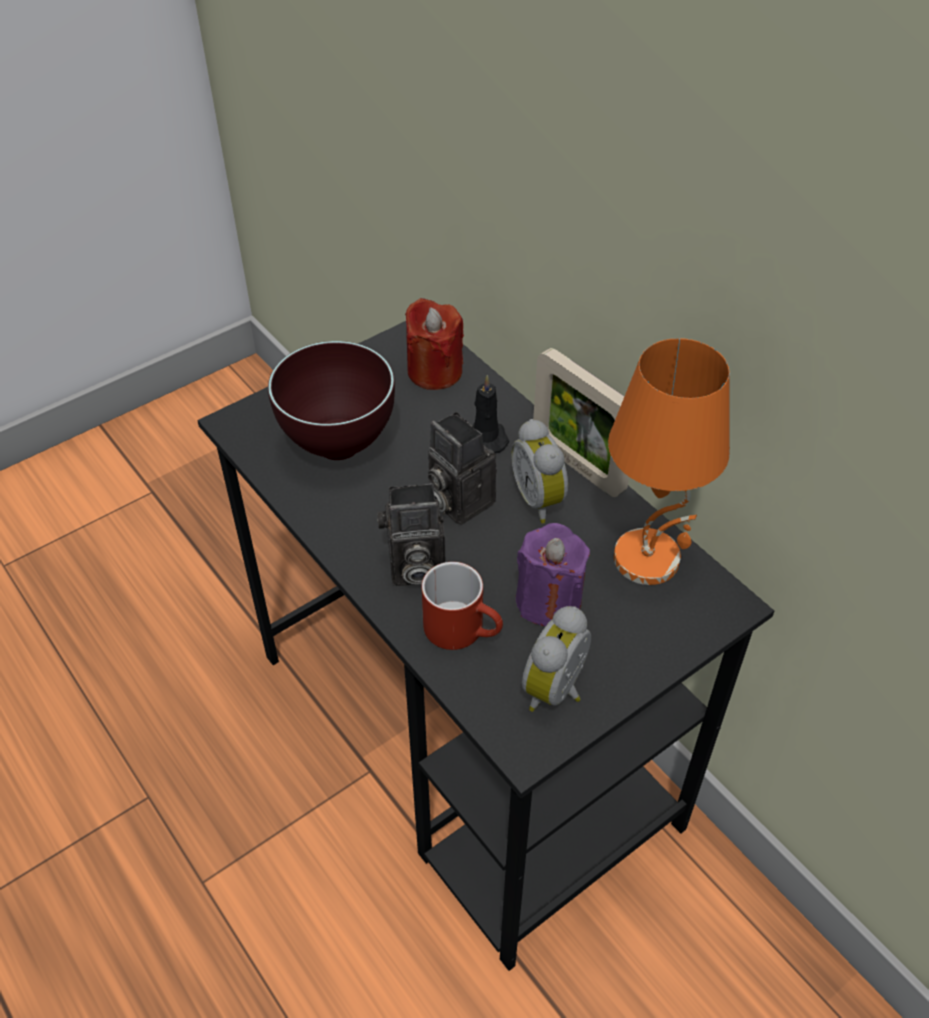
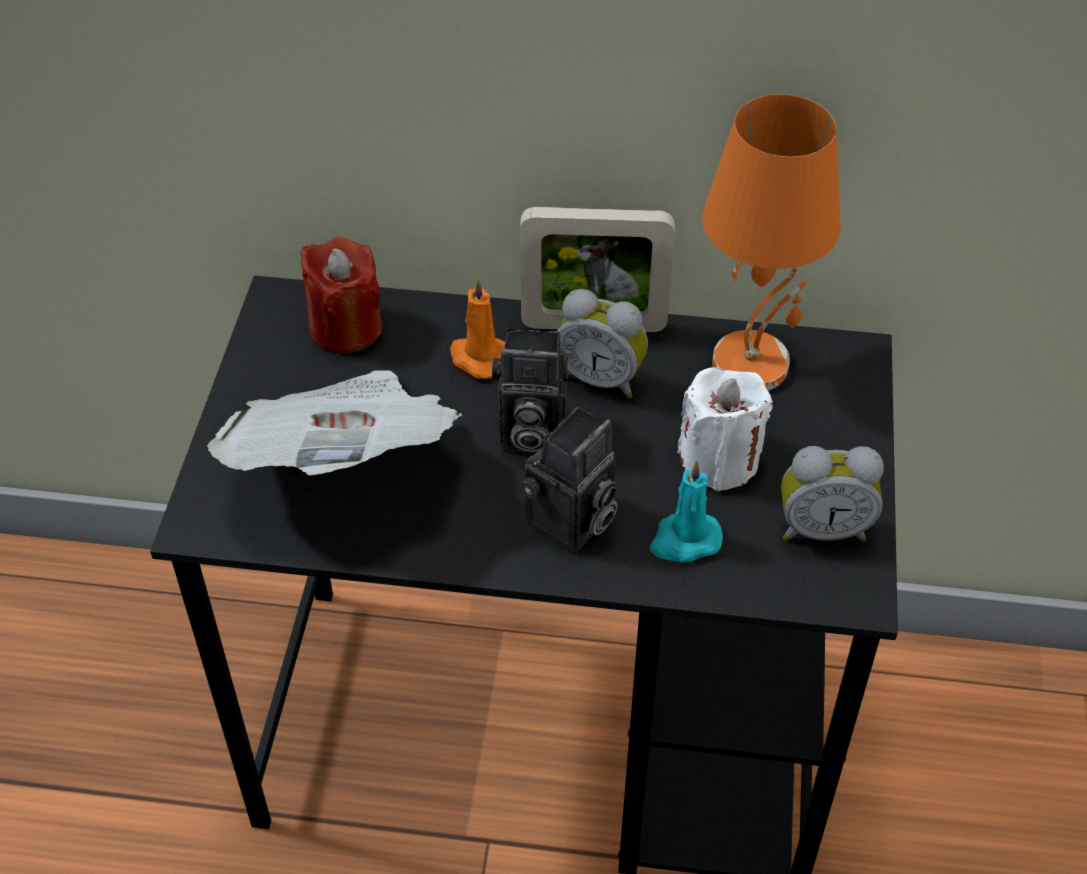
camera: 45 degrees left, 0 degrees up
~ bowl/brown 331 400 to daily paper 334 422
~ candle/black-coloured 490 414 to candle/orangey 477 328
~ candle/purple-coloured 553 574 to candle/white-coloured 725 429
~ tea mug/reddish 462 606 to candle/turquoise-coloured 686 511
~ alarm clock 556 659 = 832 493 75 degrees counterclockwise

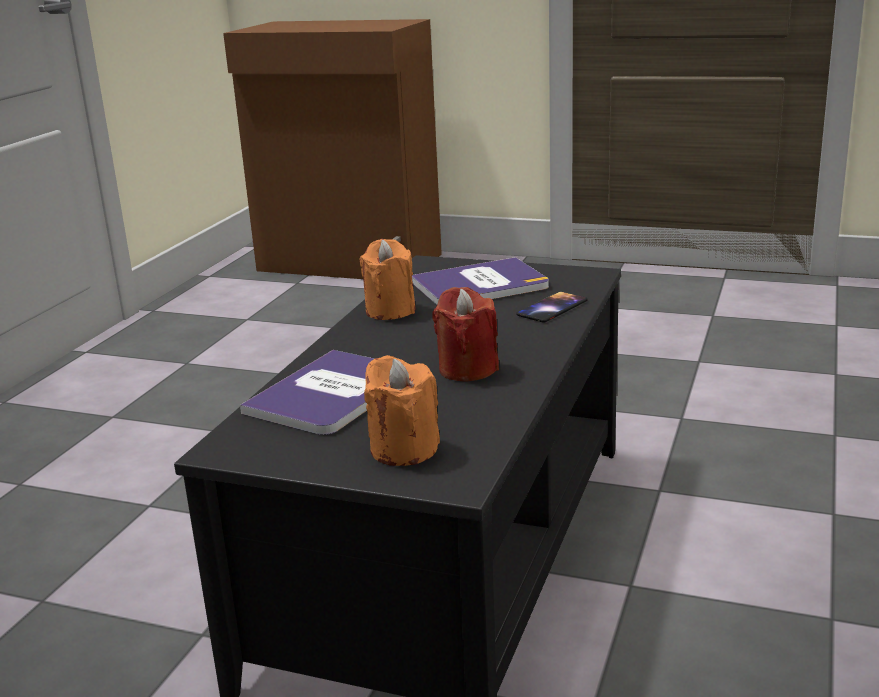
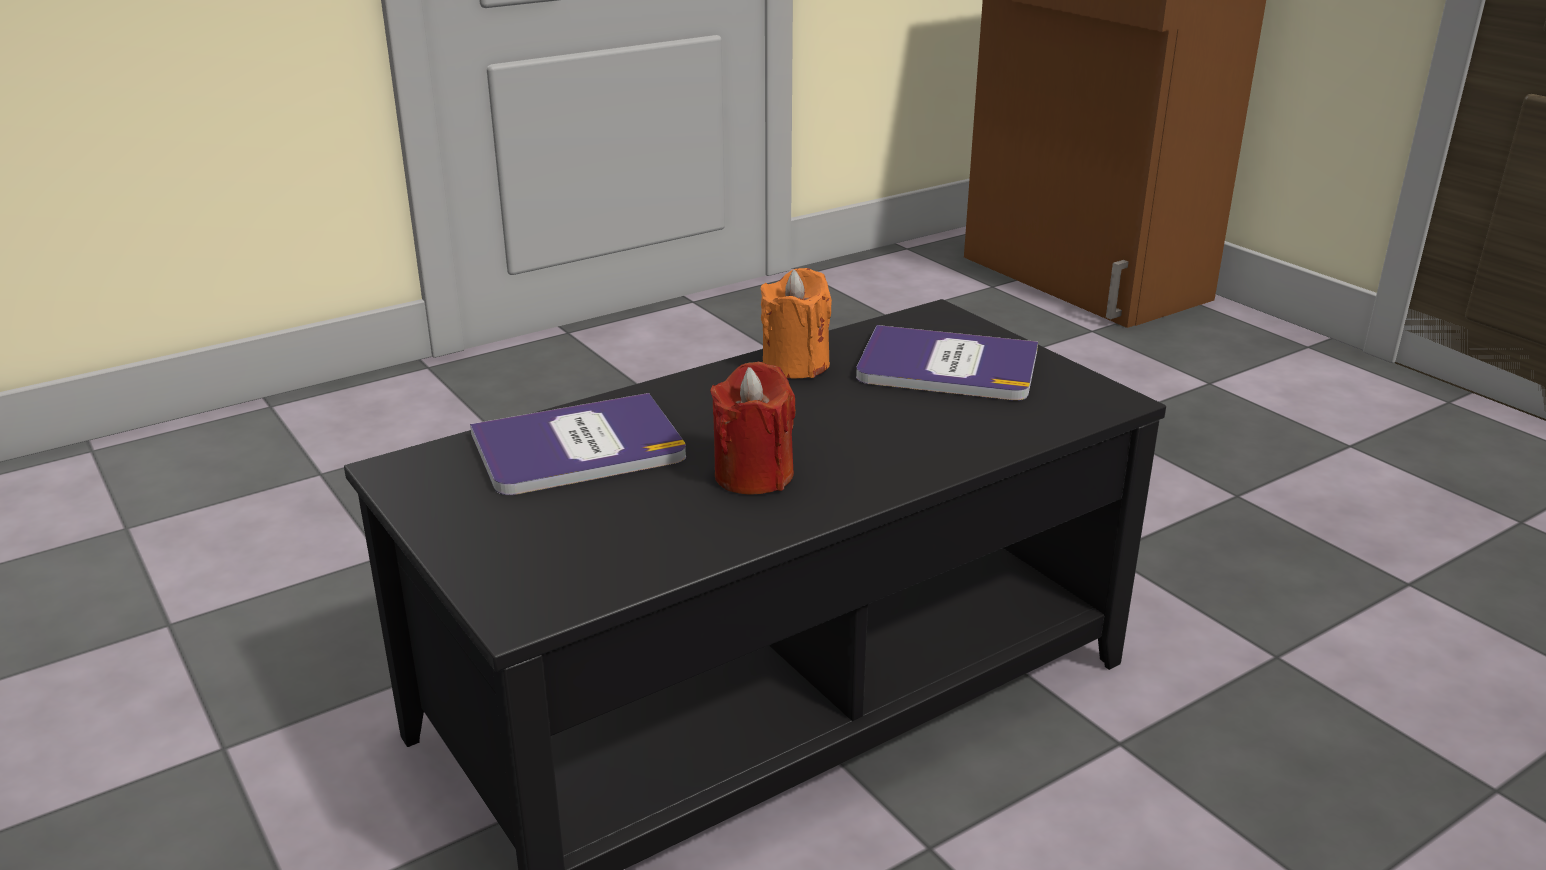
camera: 35 degrees right, 5 degrees up
- handset 551 307
- candle/orangey 402 410

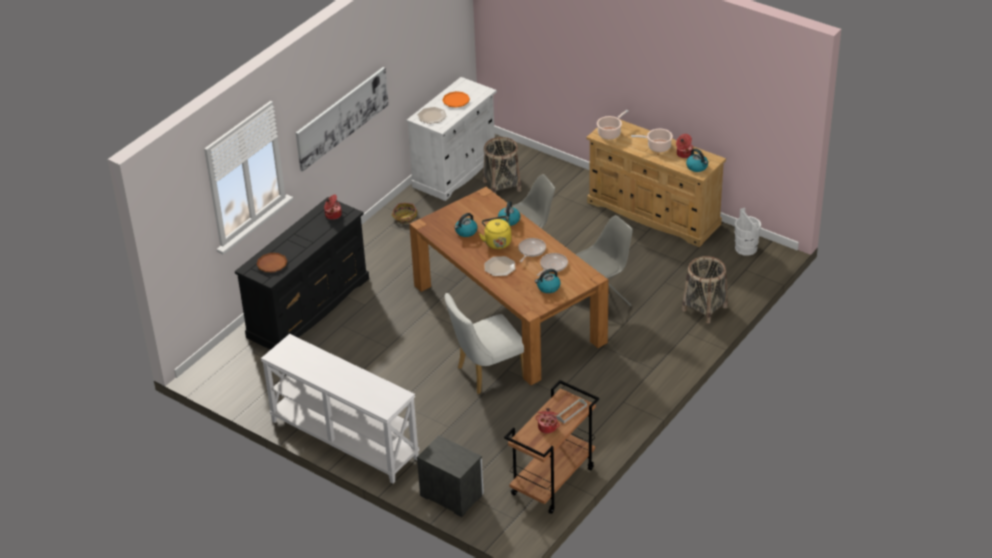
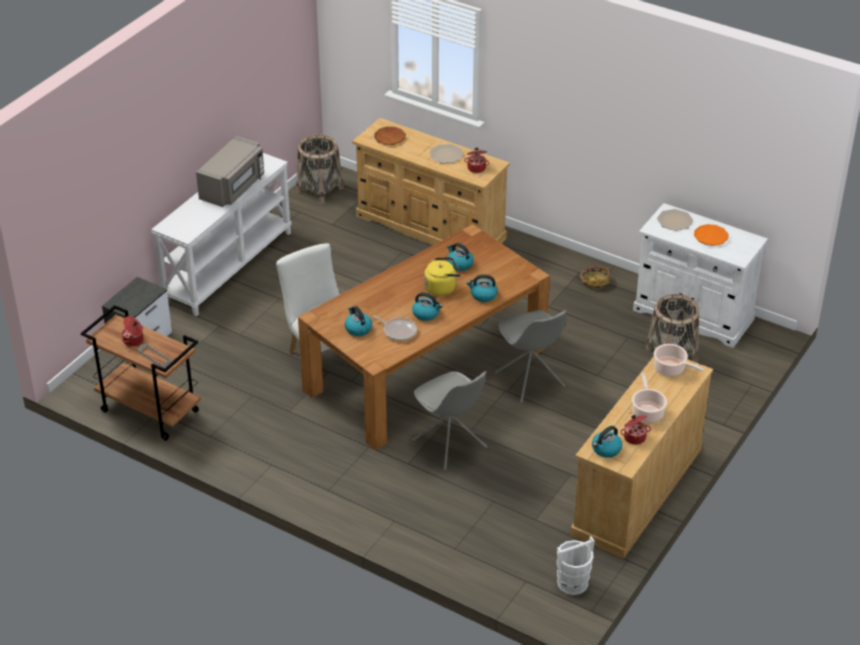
camera: 85 degrees right, 0 degrees up
- wall picture 342 119
~ chest of drawers/black-coloured 302 273 to chest of drawers/beige-coloured 431 181
~ skillet 532 250 to kettle 427 306
~ dinner plate 500 266 to 446 153
~ basket 705 290 to 320 169
+ microwave/greyish 230 171

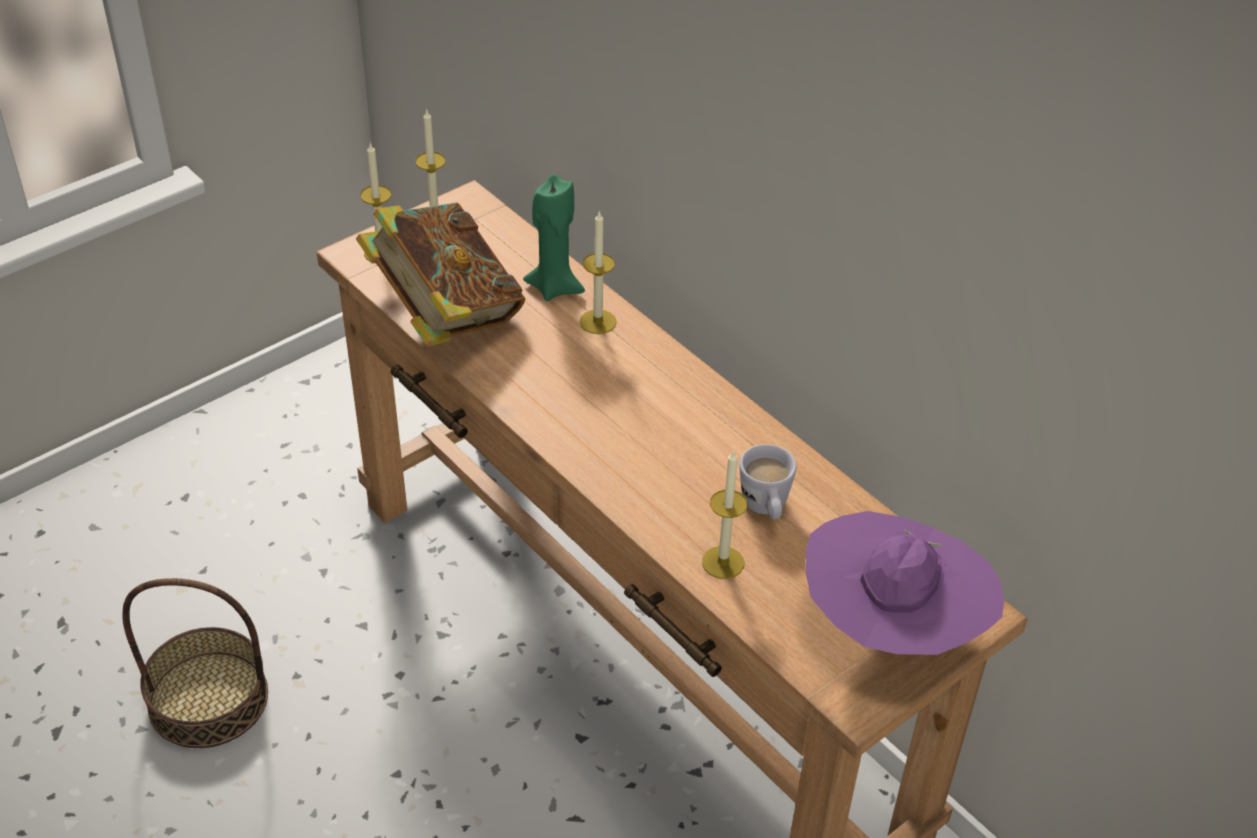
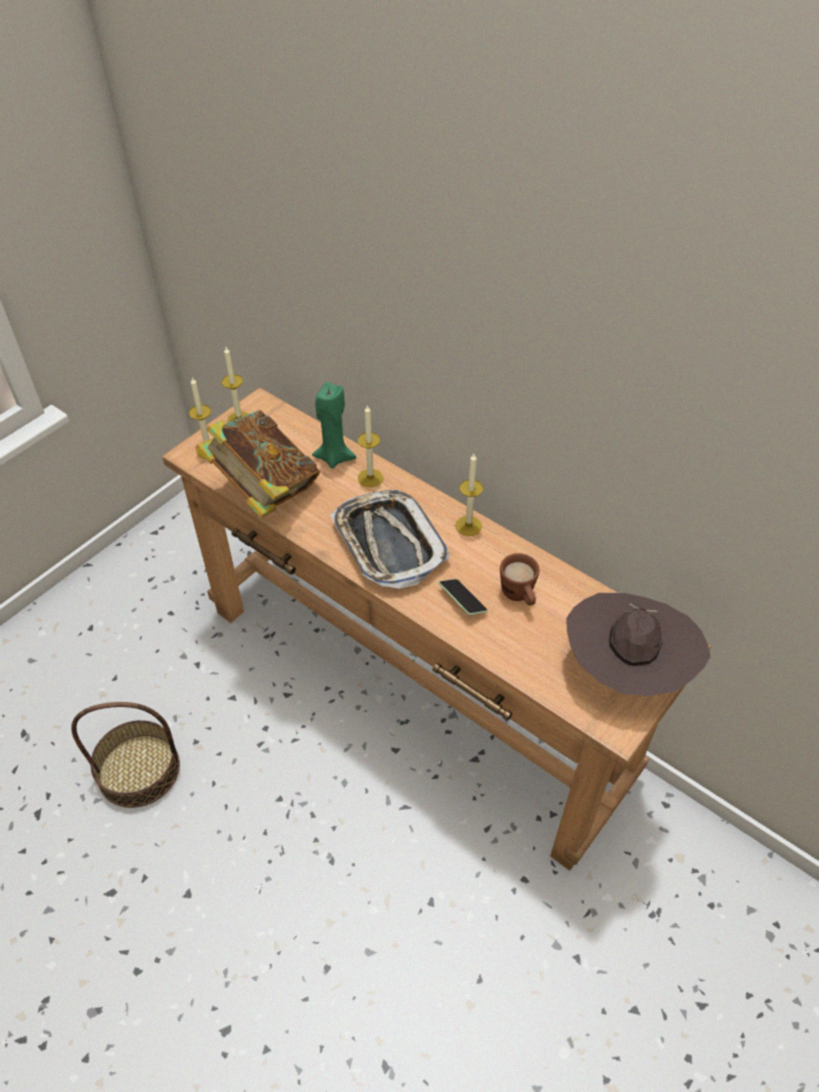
camera: 10 degrees left, 5 degrees up
~ tea mug/white-coloured 767 481 to tea mug/brown 519 579
~ candle 724 514 to 469 495
~ clothing hat/purple-coloured 905 583 to clothing hat/brown 638 644
+ carrying tray 390 539
+ handset 463 597

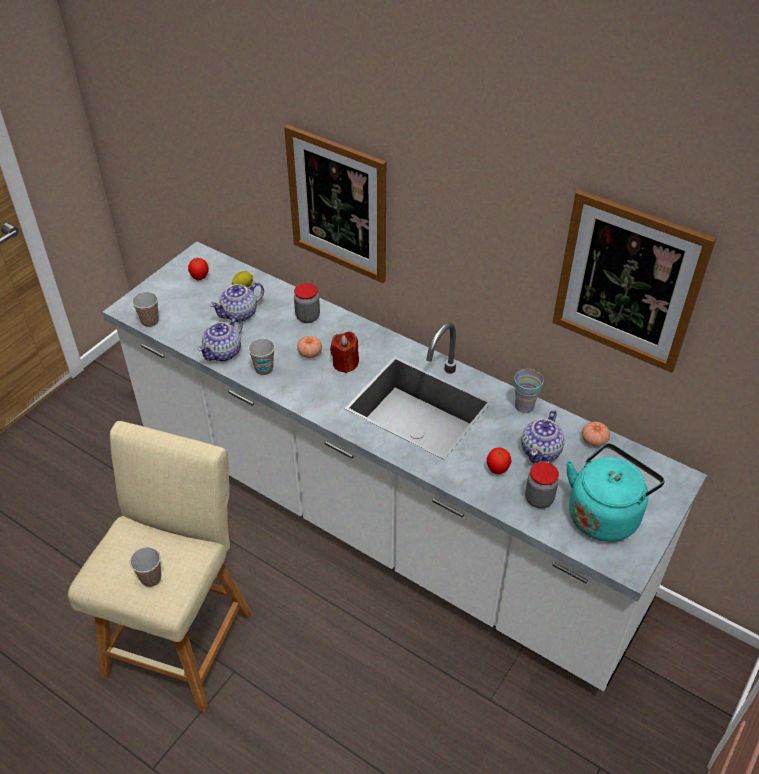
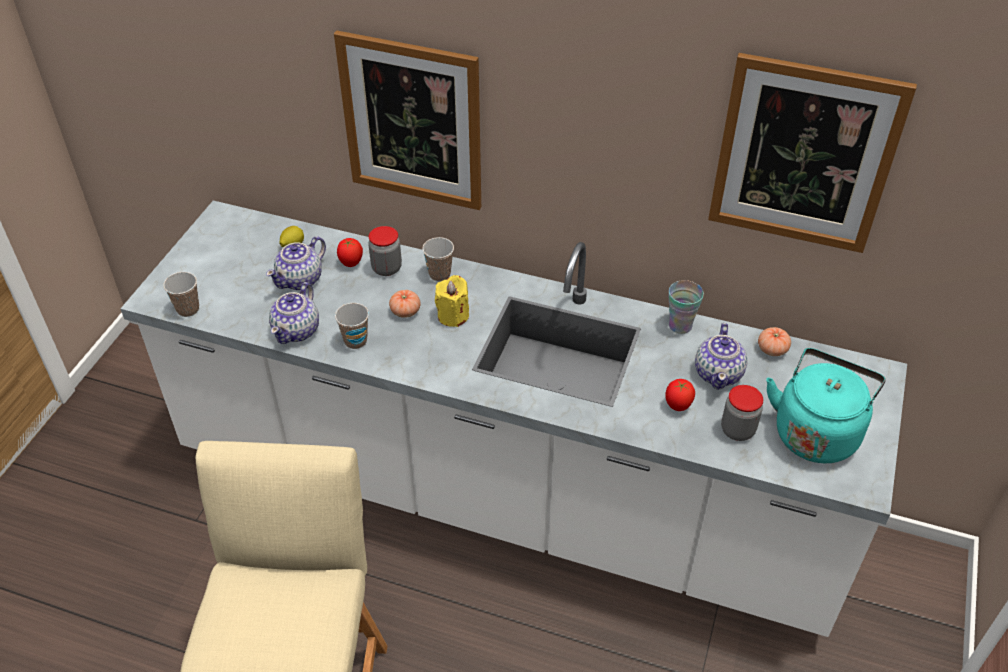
camera: 15 degrees left, 0 degrees up
~ fresh tomato 198 269 to 350 252
~ candle/reddish 344 352 to candle/yellow 452 301
~ drinking cup 145 567 to 438 259

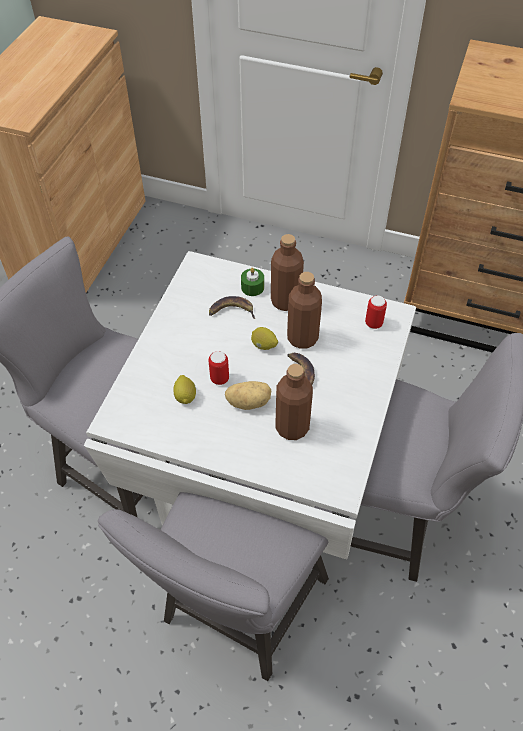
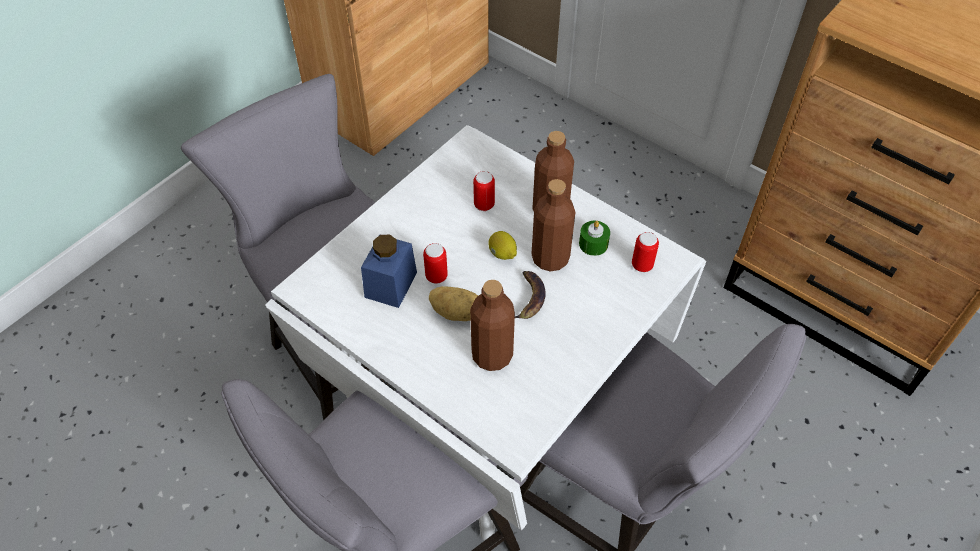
camera: 20 degrees right, 0 degrees up
~ candle/greenish 252 282 to 594 238
~ banana 232 307 to can 484 191
~ lemon 184 389 to preserve jar/blue-coloured 389 271

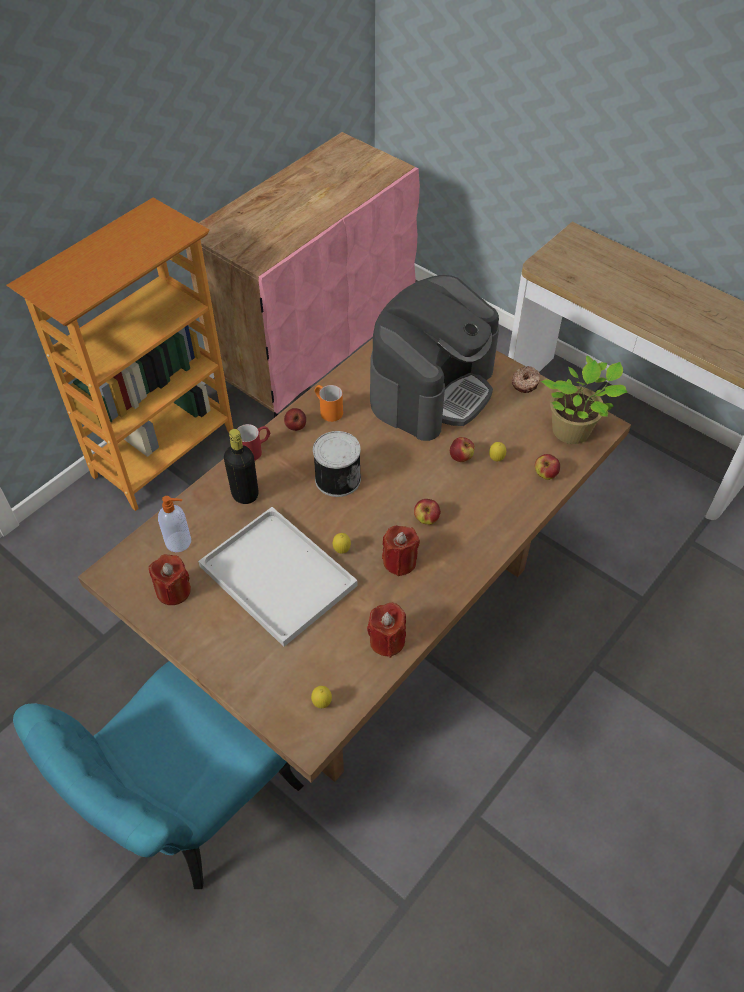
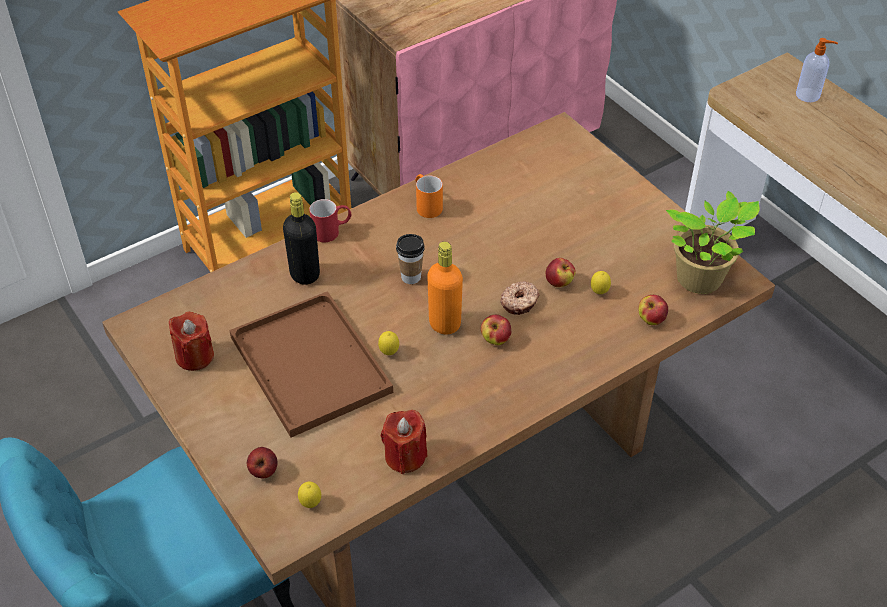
camera: 15 degrees right, 5 degrees down
- coffee machine 434 358
~ doughnut 526 379 to 520 298
~ apple fruit 295 419 to 262 462
~ can 337 464 to drinking cup 410 259
~ soap bottle 174 524 to 817 70
~ carrying tray/white-coloured 278 577 to carrying tray/brown 311 364
- candle/reddish 401 551
+ drink bottle/orangey 445 288

